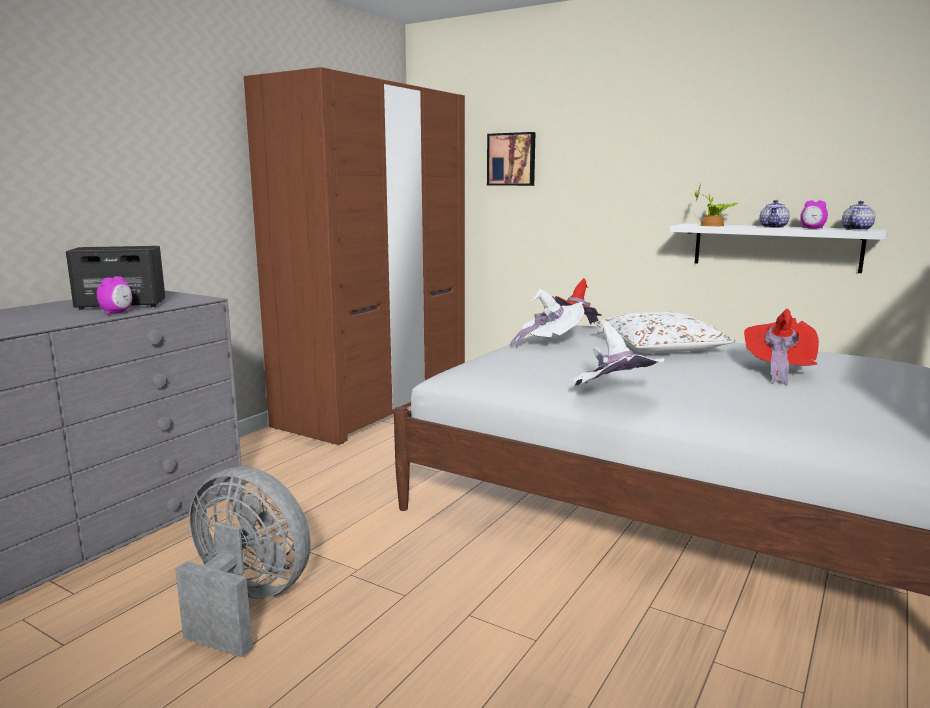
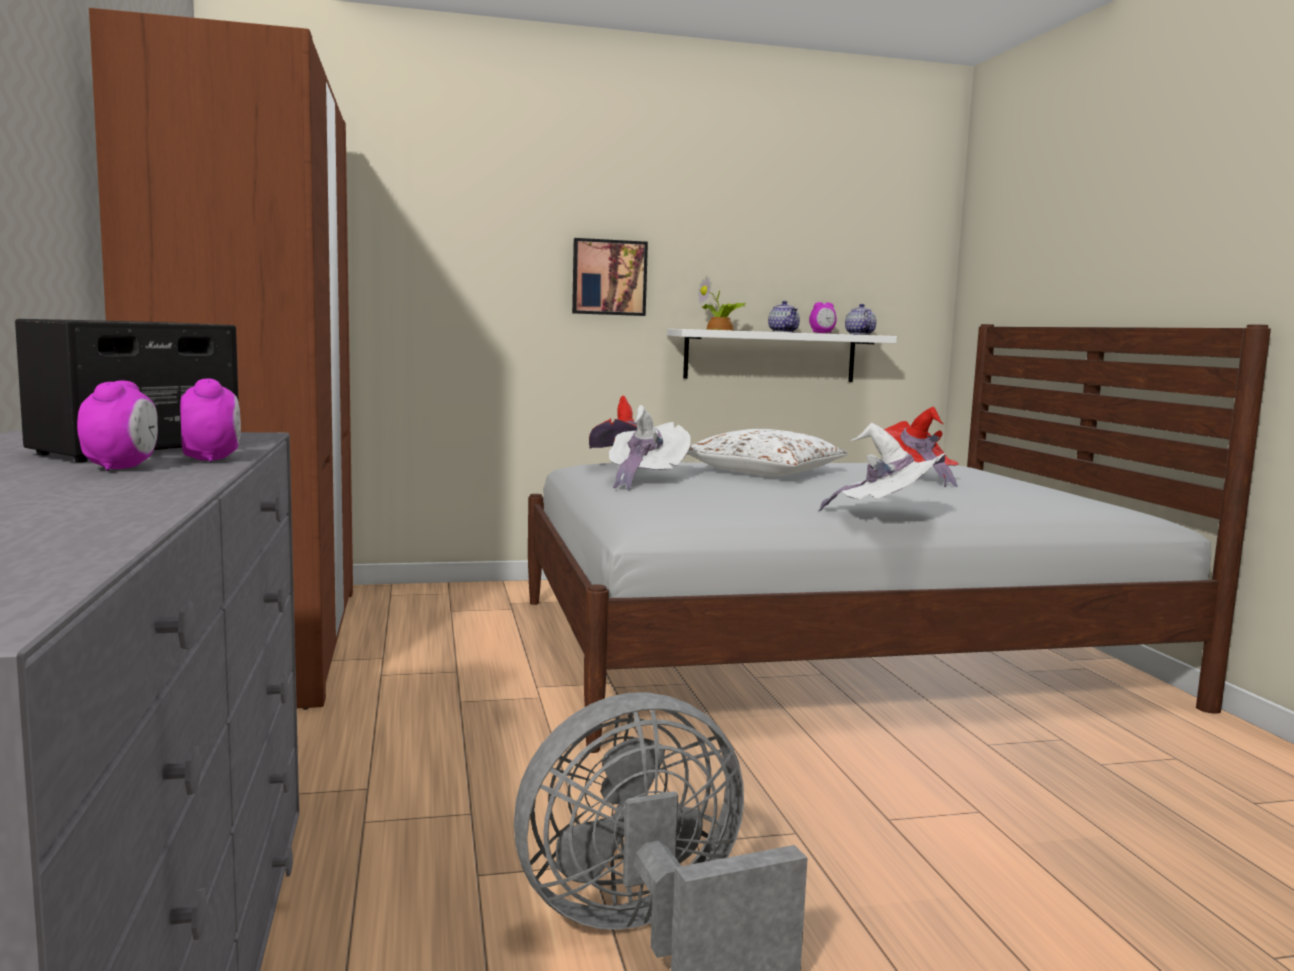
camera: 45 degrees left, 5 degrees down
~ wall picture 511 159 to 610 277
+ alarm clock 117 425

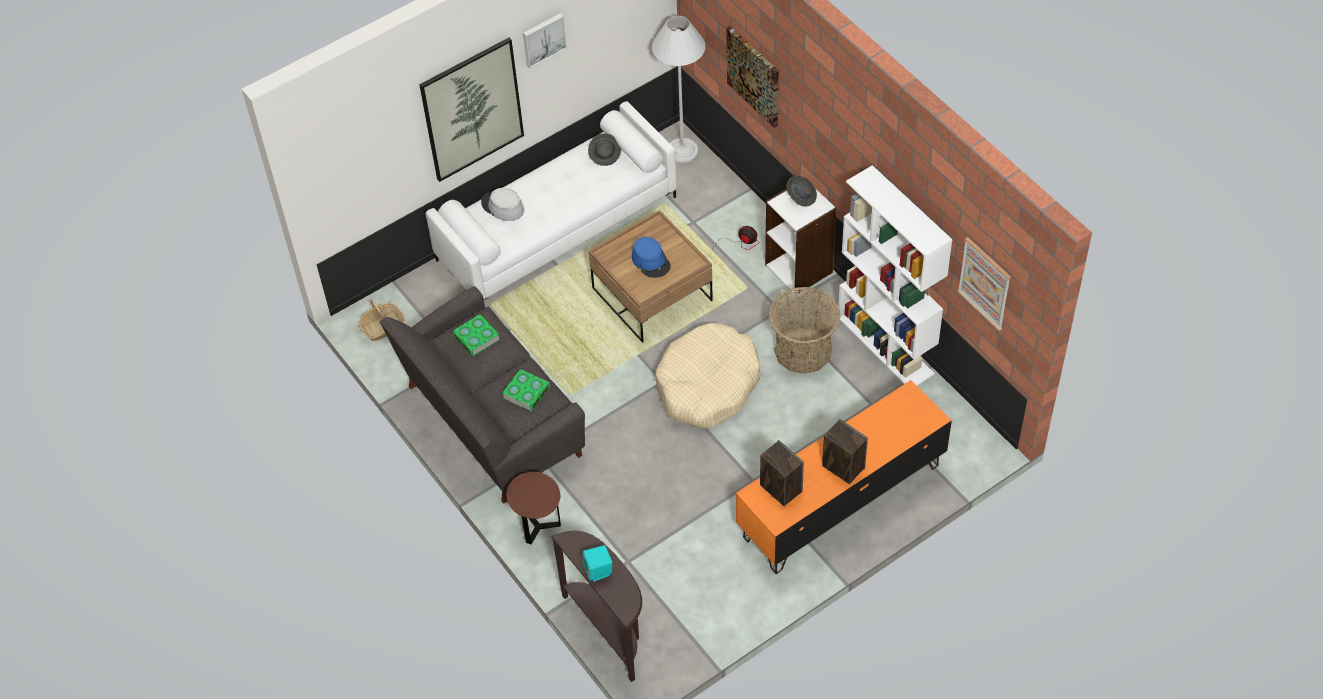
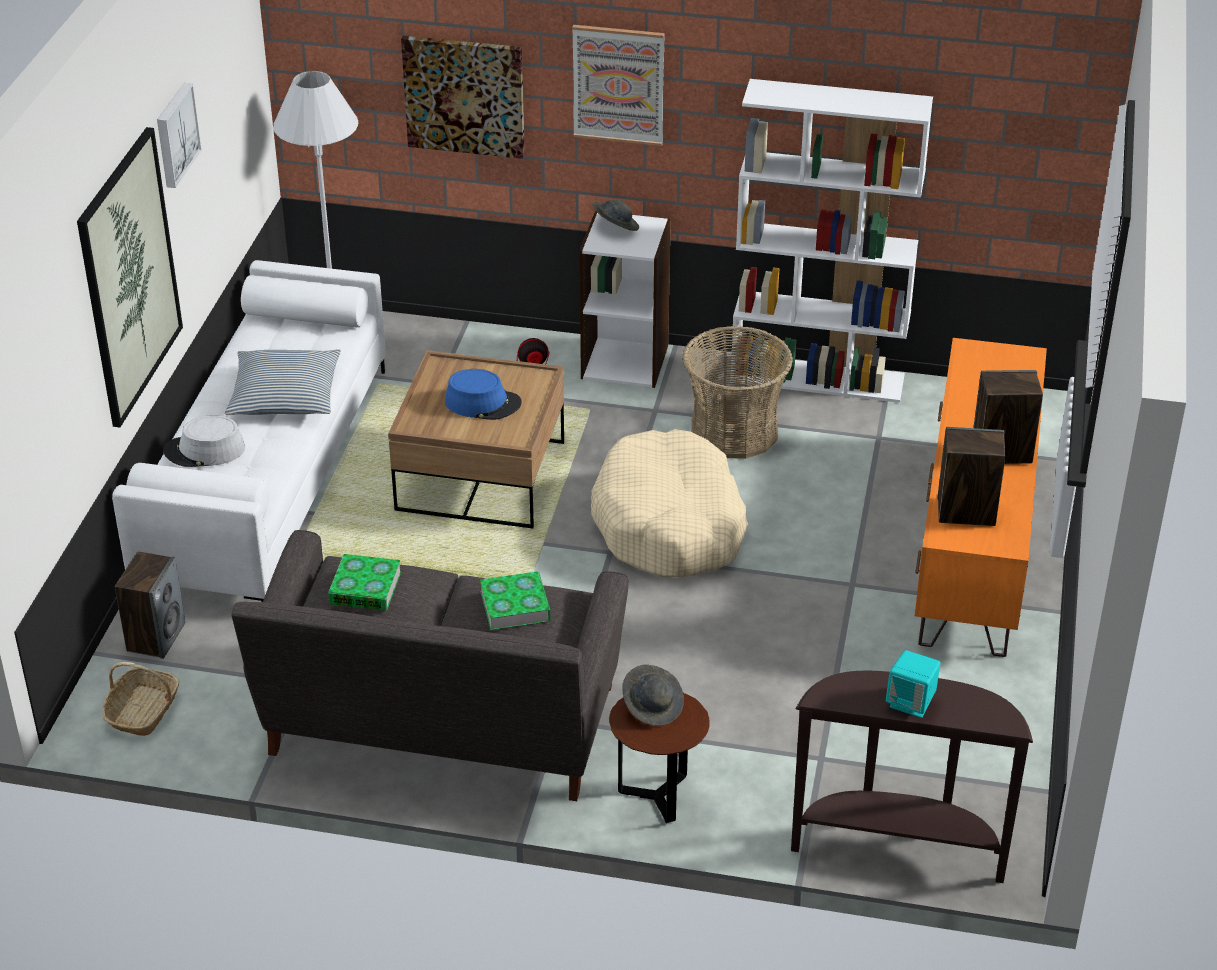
camera: 45 degrees left, 15 degrees down
~ clothing hat/greyish 604 149 to 653 695
~ wall picture 984 284 to 618 85
+ pillow 283 382
+ audio speaker 150 605

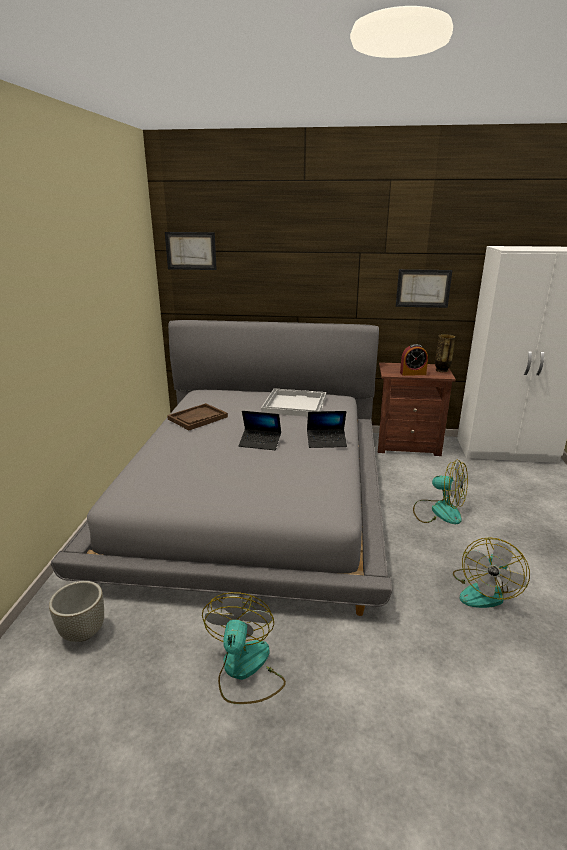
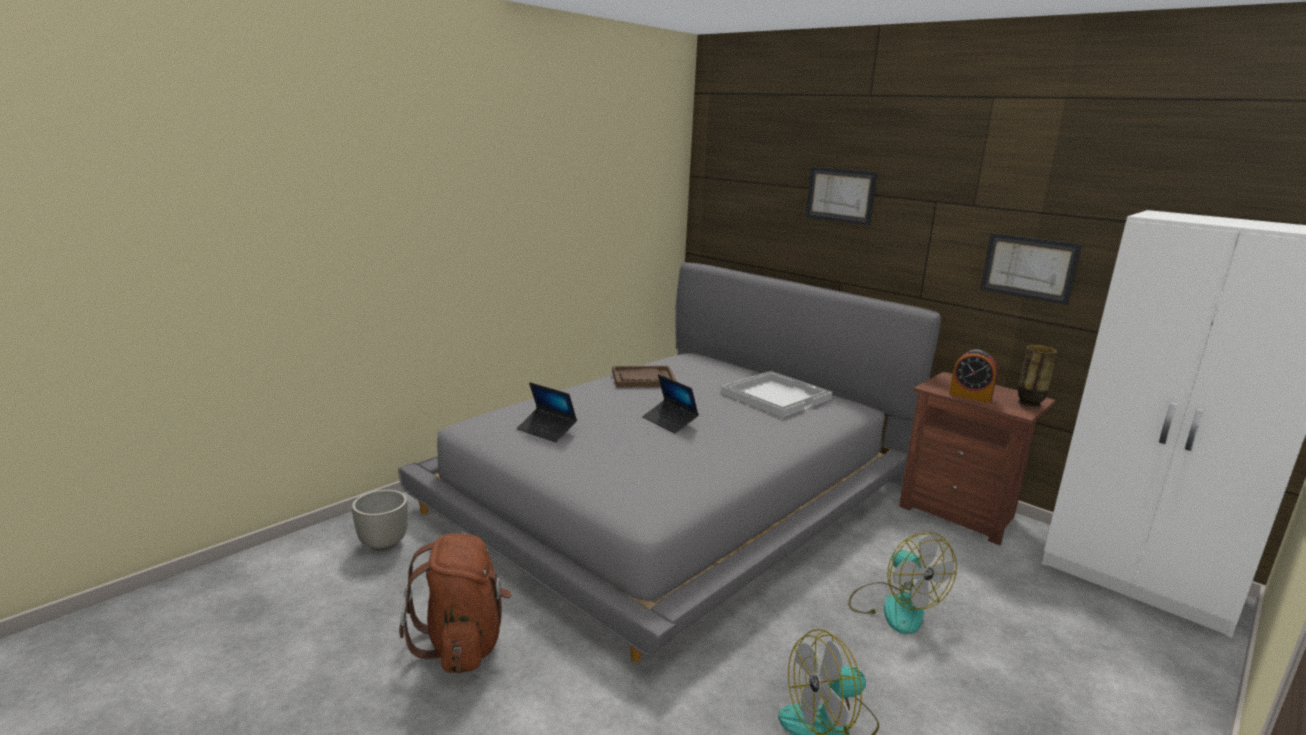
camera: 35 degrees right, 5 degrees down
~ wall picture 191 251 to 842 196
~ laptop 327 429 to 547 412
~ cooling fan 244 648 to rucksack/brown 455 603

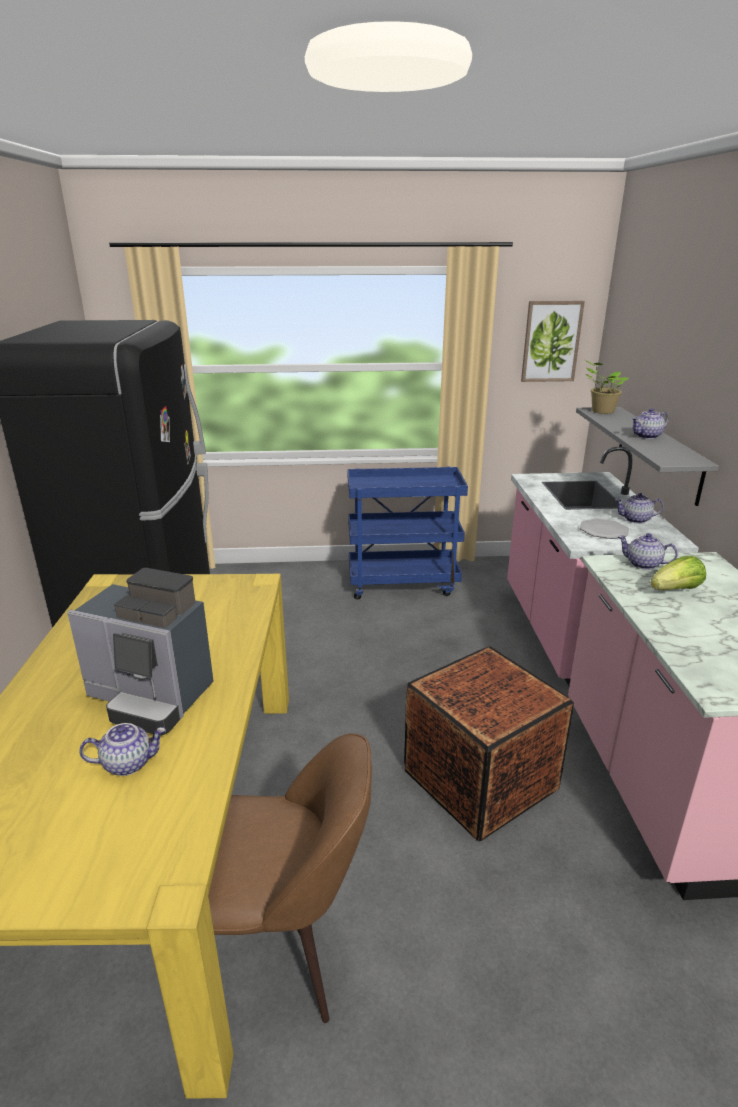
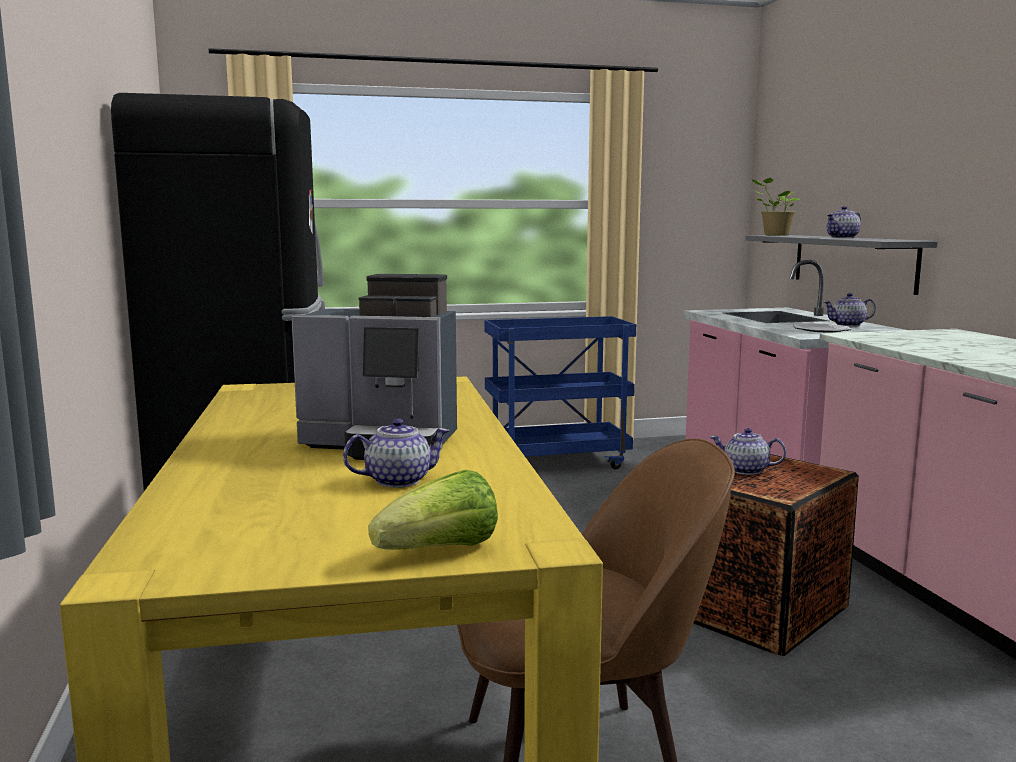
camera: 10 degrees left, 15 degrees down
- wall picture 553 341
~ teapot 648 551 to 748 451
~ lettuce head 678 573 to 433 510

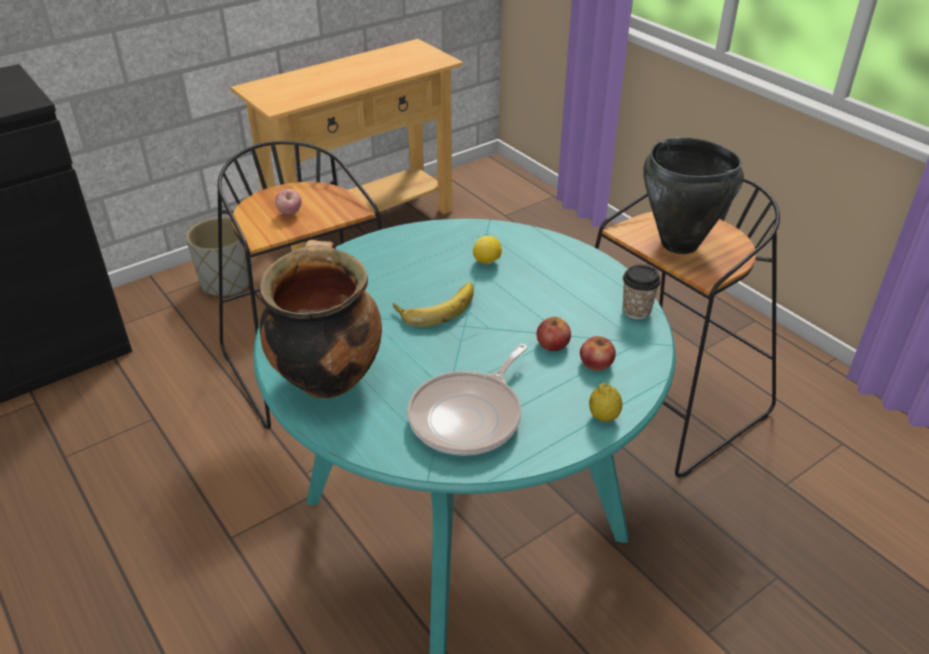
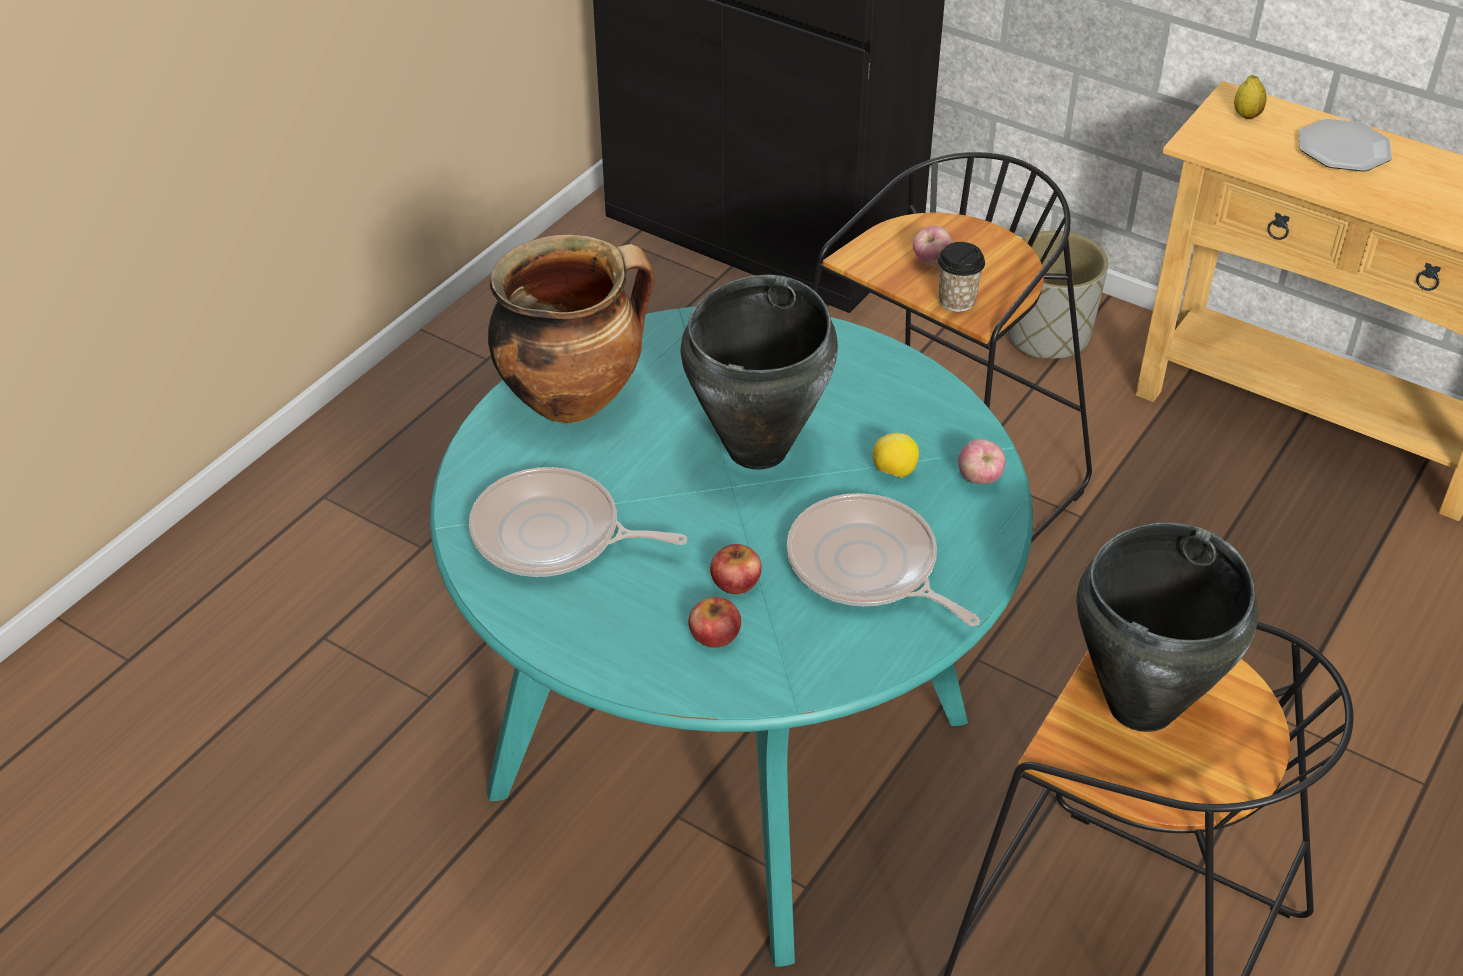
camera: 70 degrees right, 5 degrees up
~ drinking cup 642 292 to 961 277
~ banana 433 304 to stockpot/black-coloured 759 372
~ lemon 605 402 to 1250 97
+ dinner plate 1345 145
+ apple fruit 982 461
+ skillet 883 559

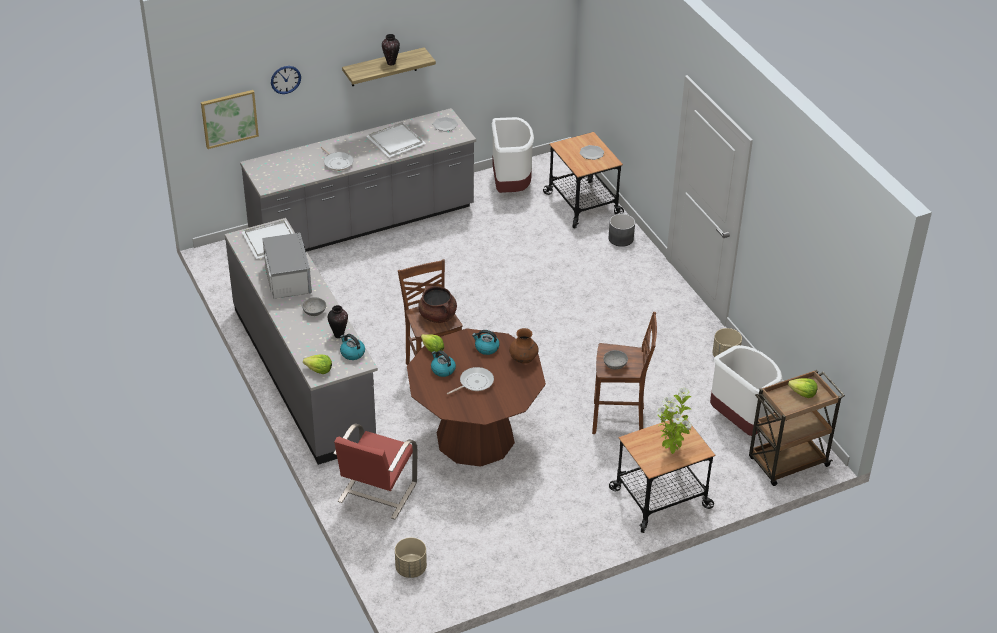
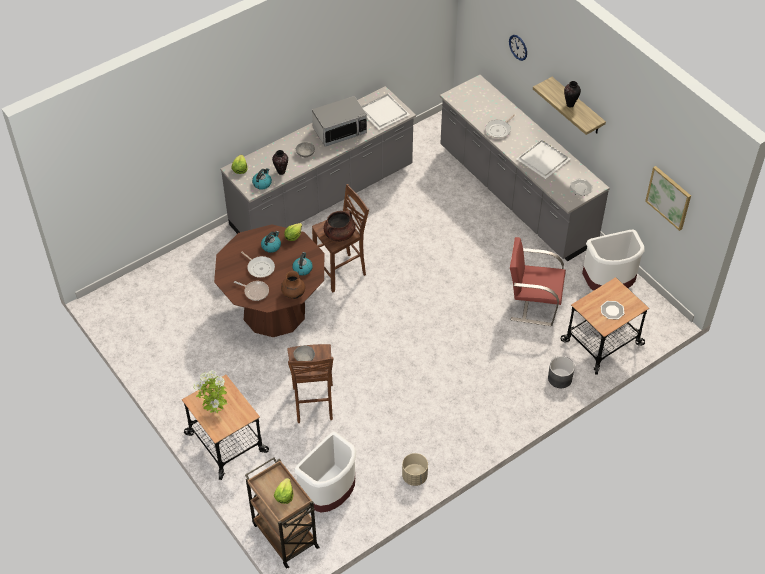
camera: 80 degrees right, 10 degrees up
~ wall picture 230 119 to 668 198
~ plain chair/reddish 375 471 to 538 281
- planter/beige-coloured 411 558
+ skillet 251 291

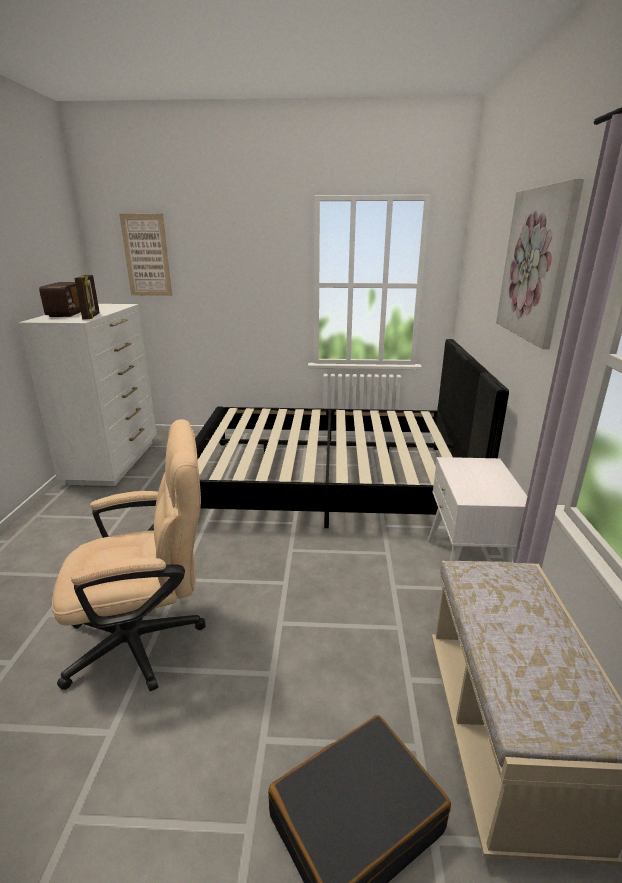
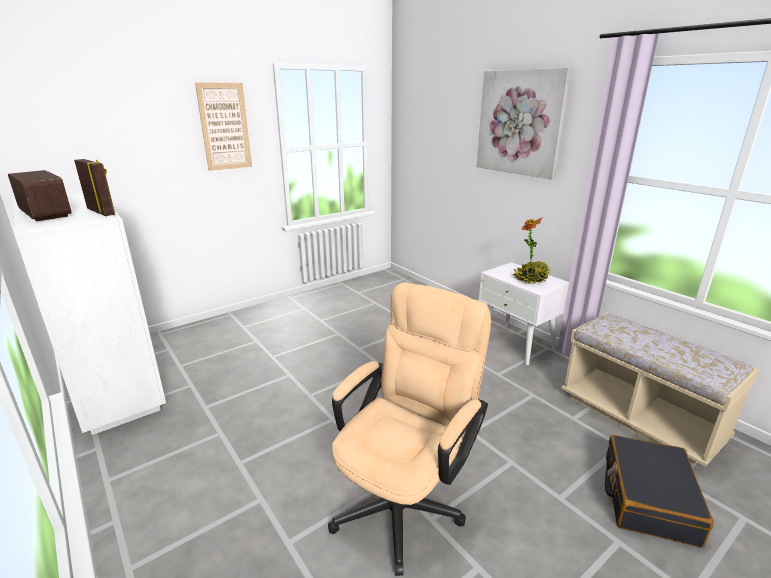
camera: 40 degrees left, 0 degrees up
~ wall picture 145 255 to 223 126
- bed/black-coloured 352 433
+ houseplant 532 251

